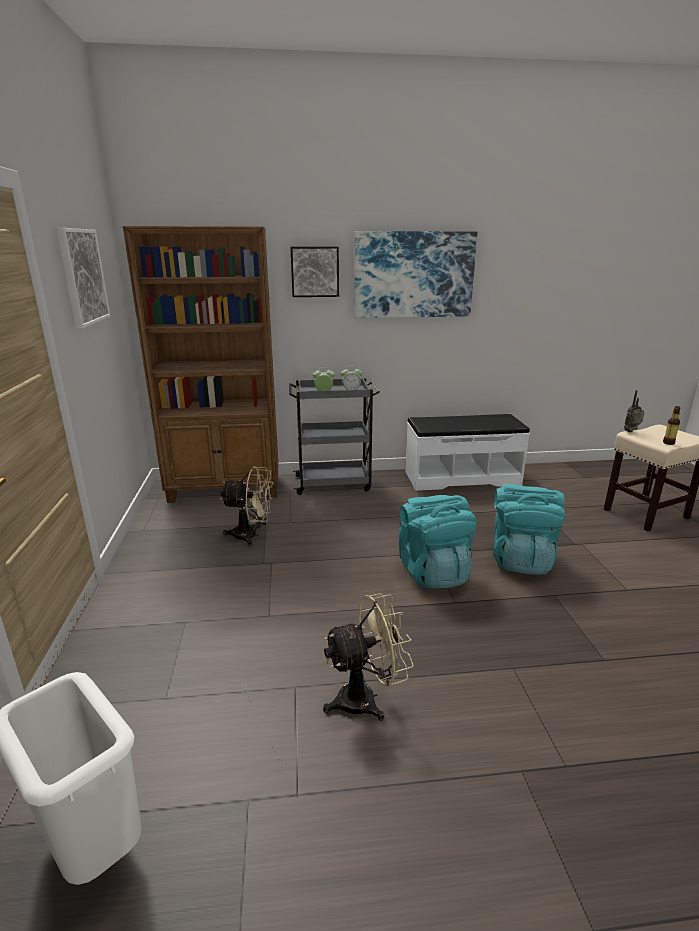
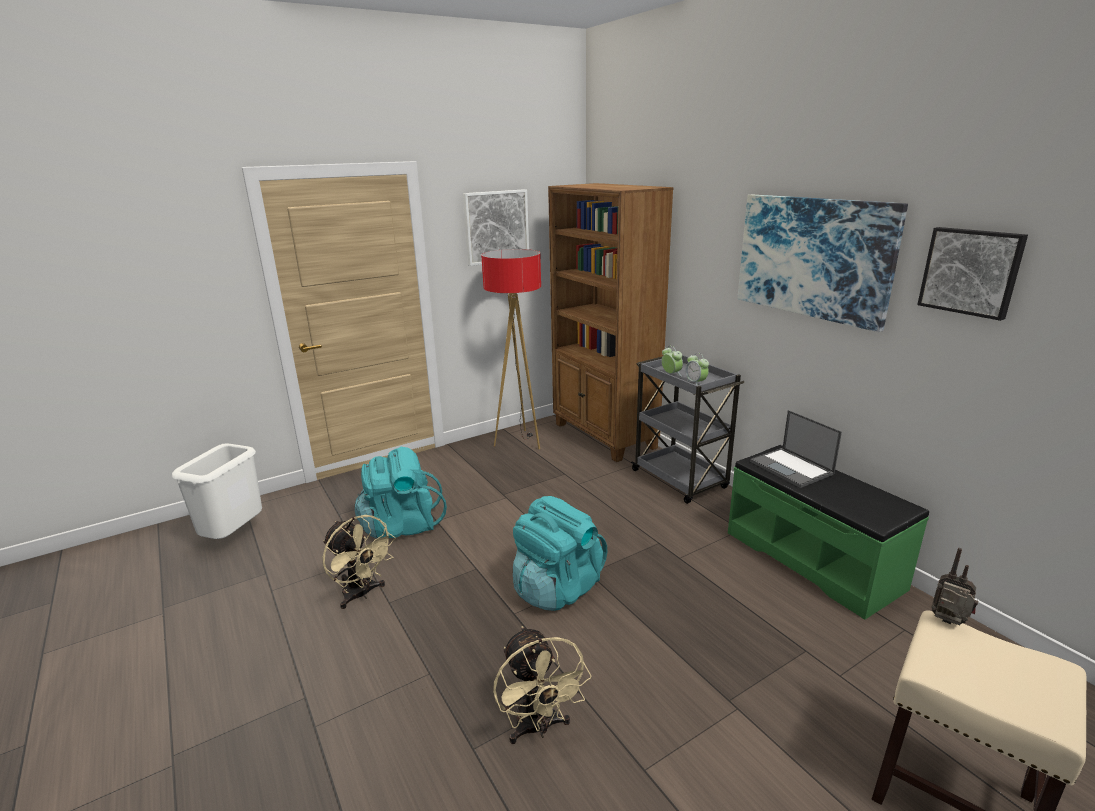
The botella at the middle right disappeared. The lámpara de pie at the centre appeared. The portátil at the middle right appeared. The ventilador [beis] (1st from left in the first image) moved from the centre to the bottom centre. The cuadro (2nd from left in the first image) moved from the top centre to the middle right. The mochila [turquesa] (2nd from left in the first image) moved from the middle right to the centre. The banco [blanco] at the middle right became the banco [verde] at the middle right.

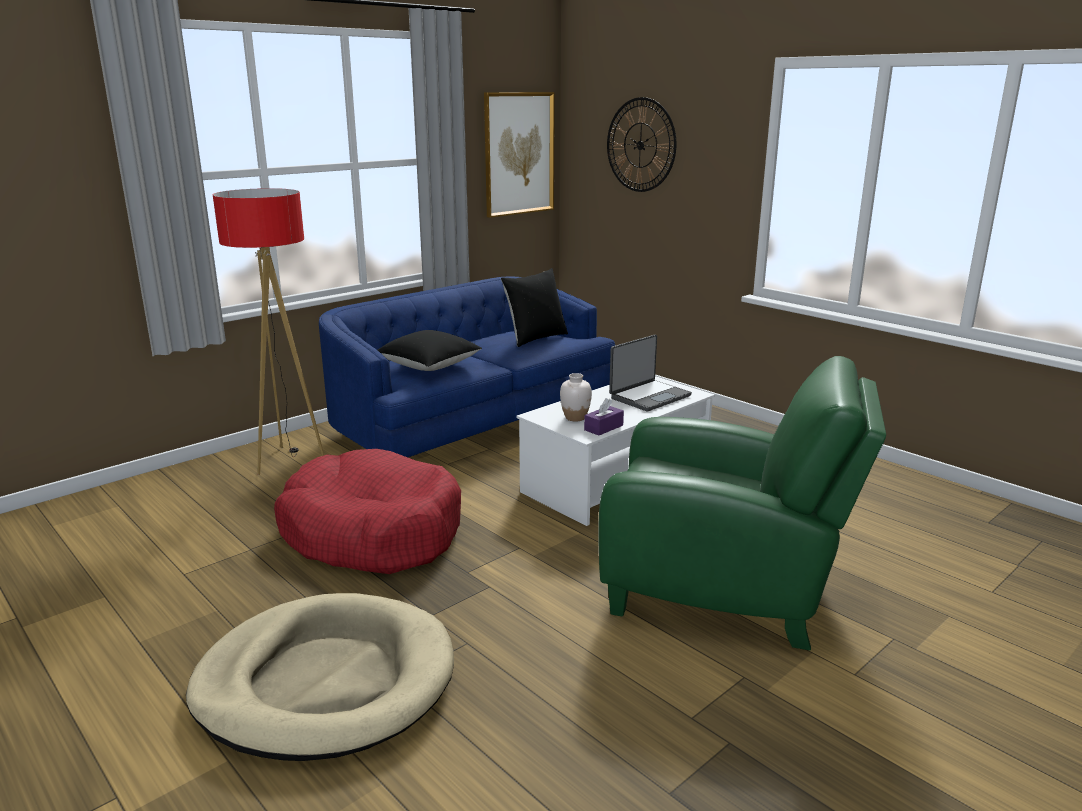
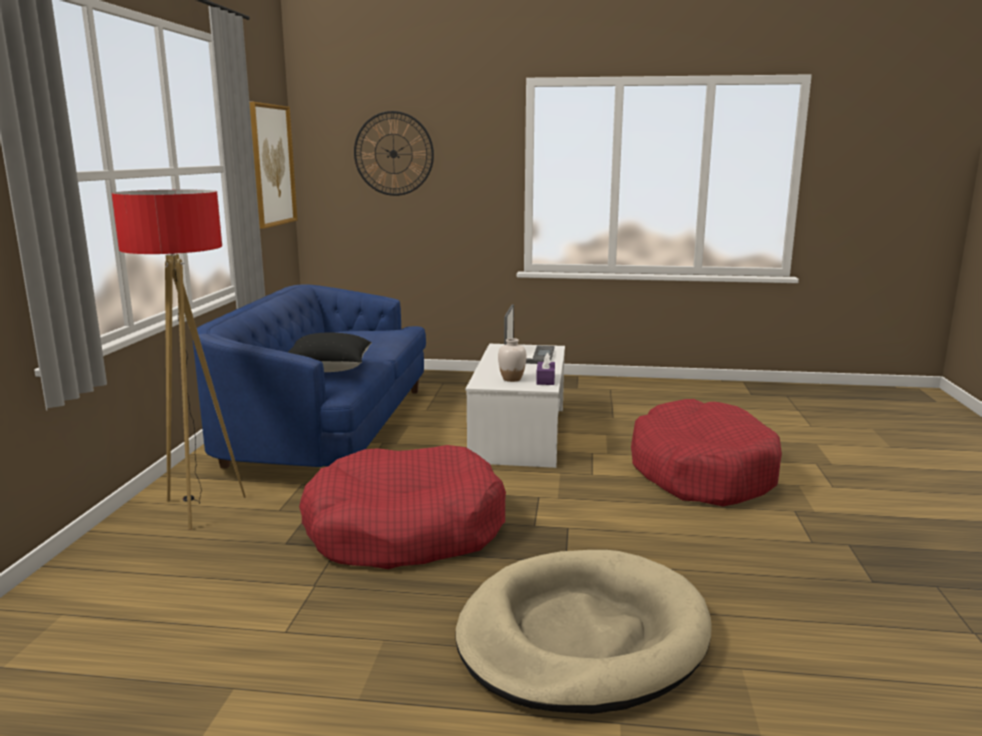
The cojín [negro] (2nd from left) at the centre disappeared. The sillón [verde] at the middle right was replaced by the cama para perro [rojo] (2nd from left) at the middle right.

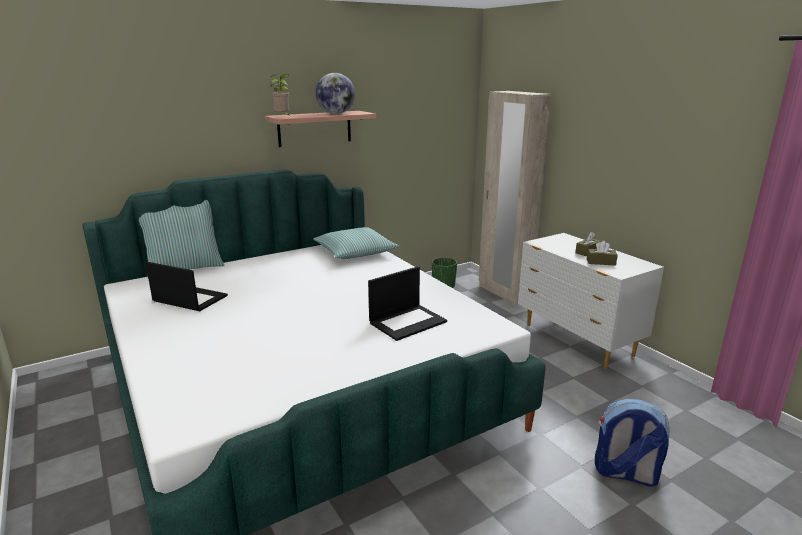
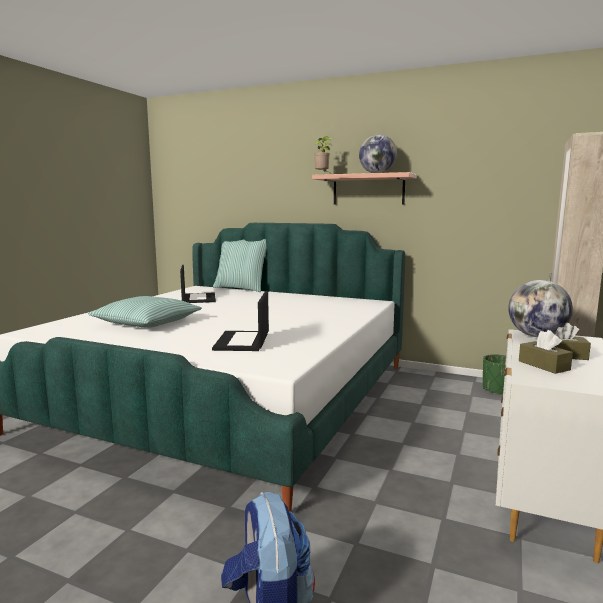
The globo terráqueo (2nd from left) at the middle right appeared. The cojín (2nd from left in the first image) moved from the centre to the middle left. The portátil (2nd from left) at the centre turned 75 degrees clockwise.

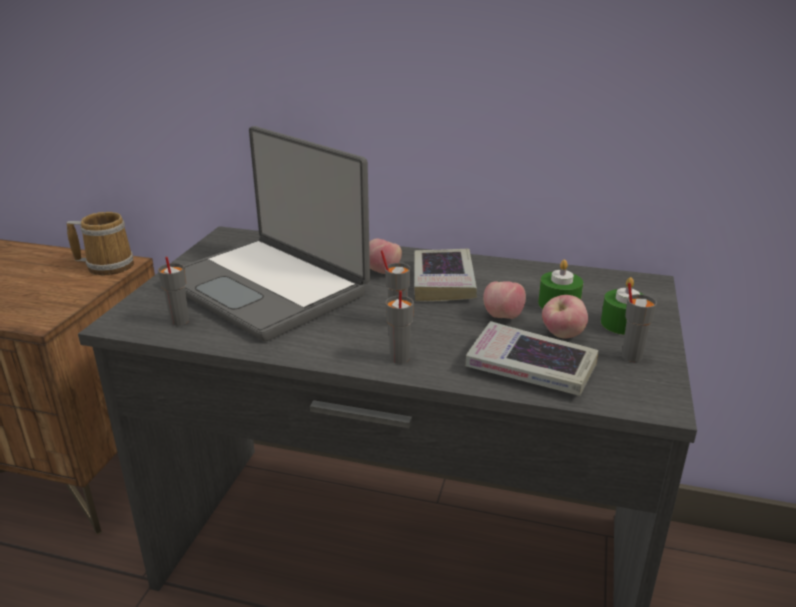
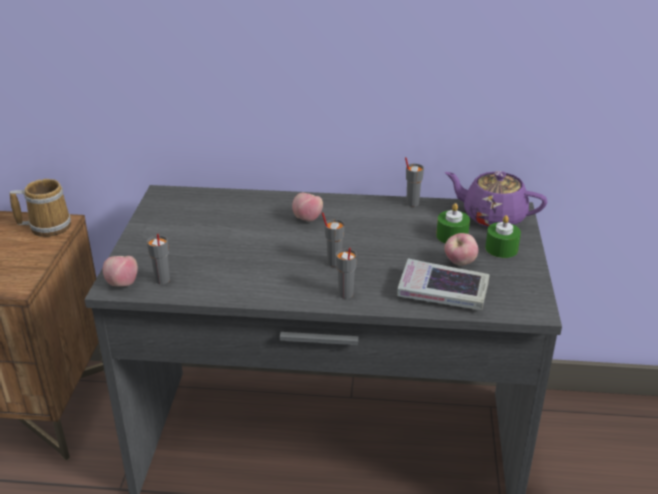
The portátil at the centre disappeared. The libro (1st from left) at the centre disappeared. The tetera [morado] at the middle right appeared. The manzana (2nd from left in the first image) moved from the centre to the middle left. The taza [gris] (4th from left) moved from the middle right to the centre.

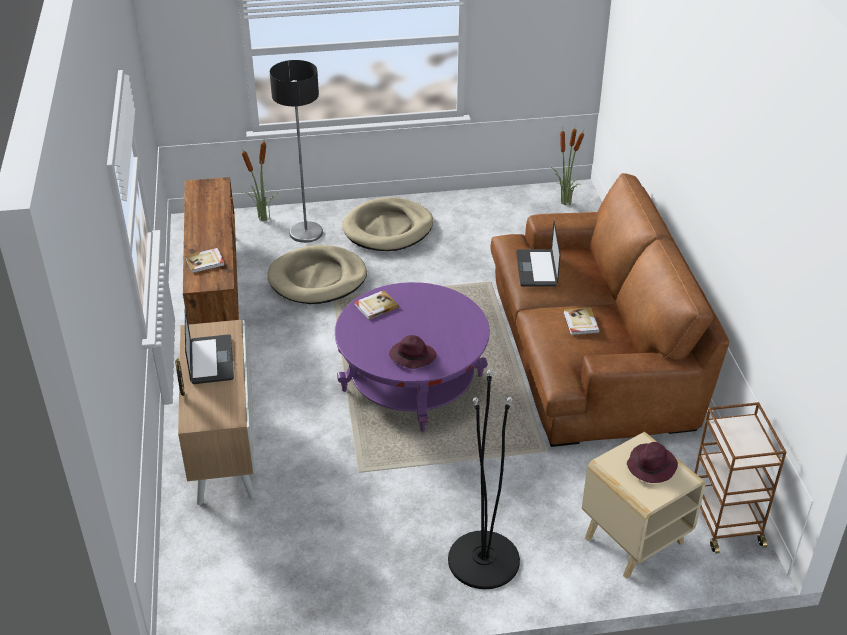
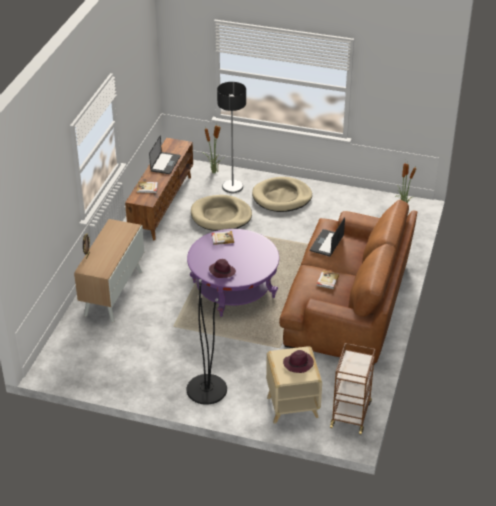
The portátil (1st from left) moved from the middle left to the top left.

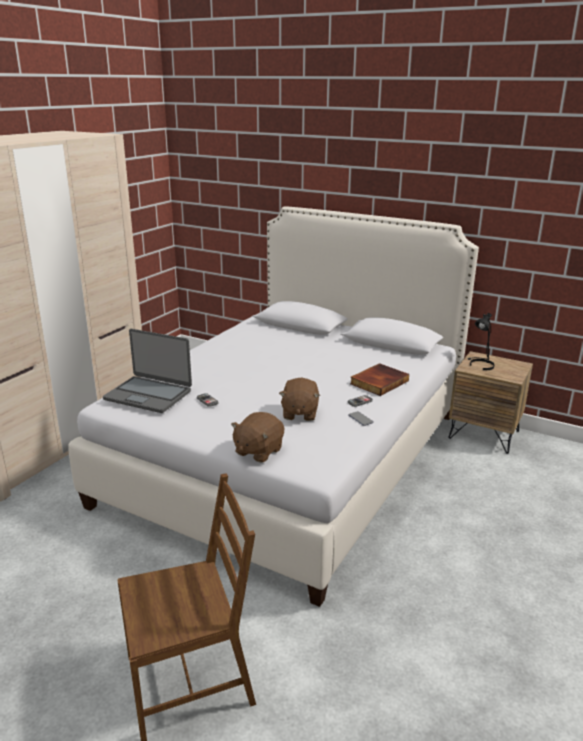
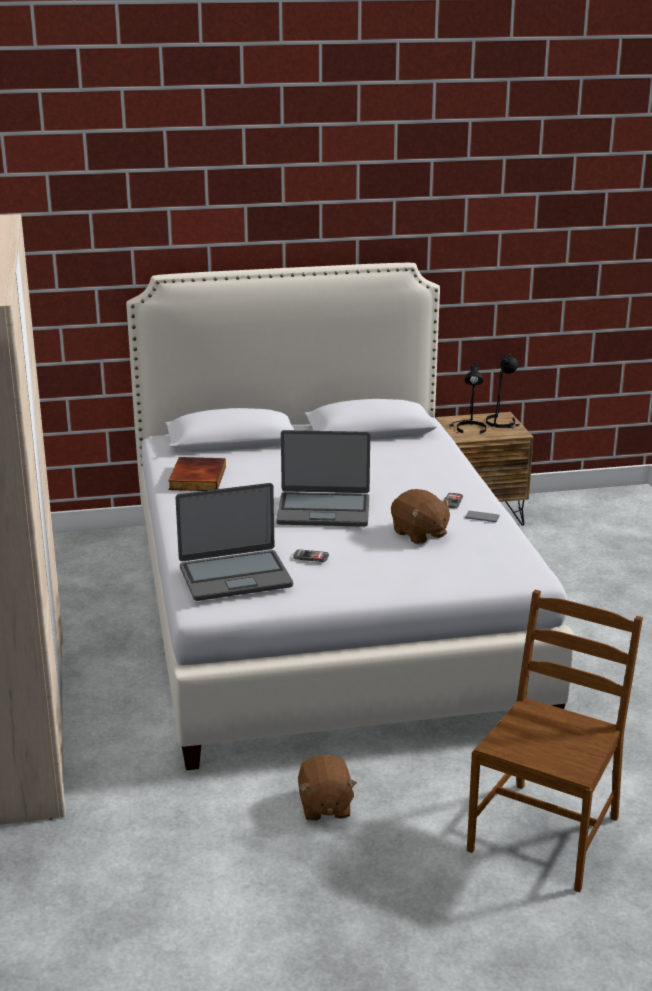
The portátil (2nd from left) at the centre appeared. The lámpara de mesa [negro] (2nd from left) at the middle right appeared. The peluche [marrón] (1st from left) moved from the centre to the bottom centre. The libro moved from the centre to the middle left.

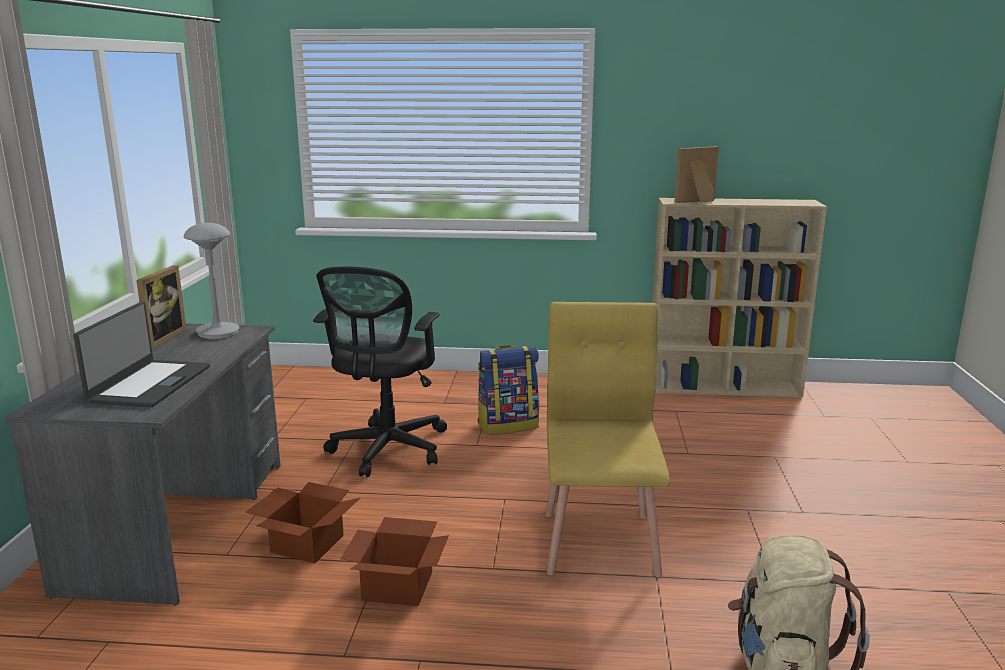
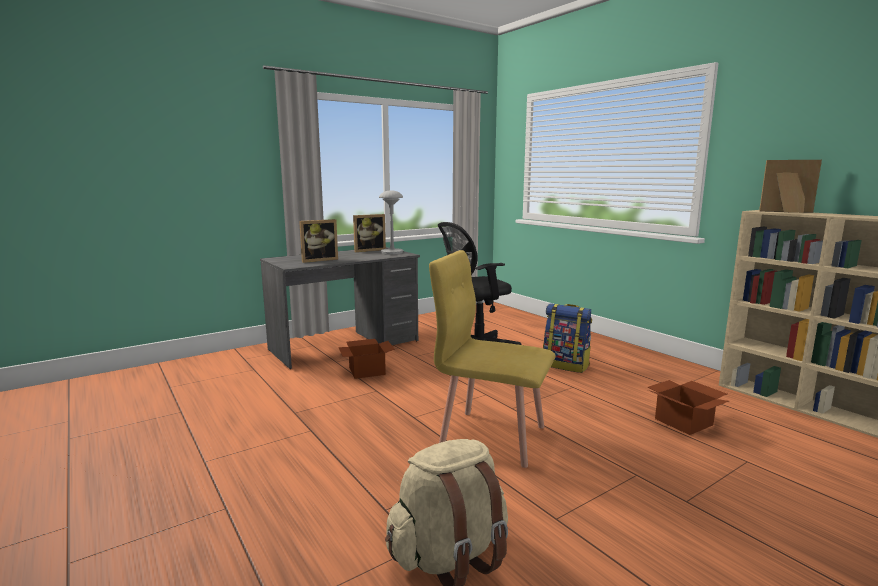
The caja de cartón (2nd from left) moved from the bottom centre to the bottom right. The portátil at the middle left was replaced by the portarretratos (1st from left) at the centre. The silla [amarillo] at the centre turned 120 degrees counterclockwise.

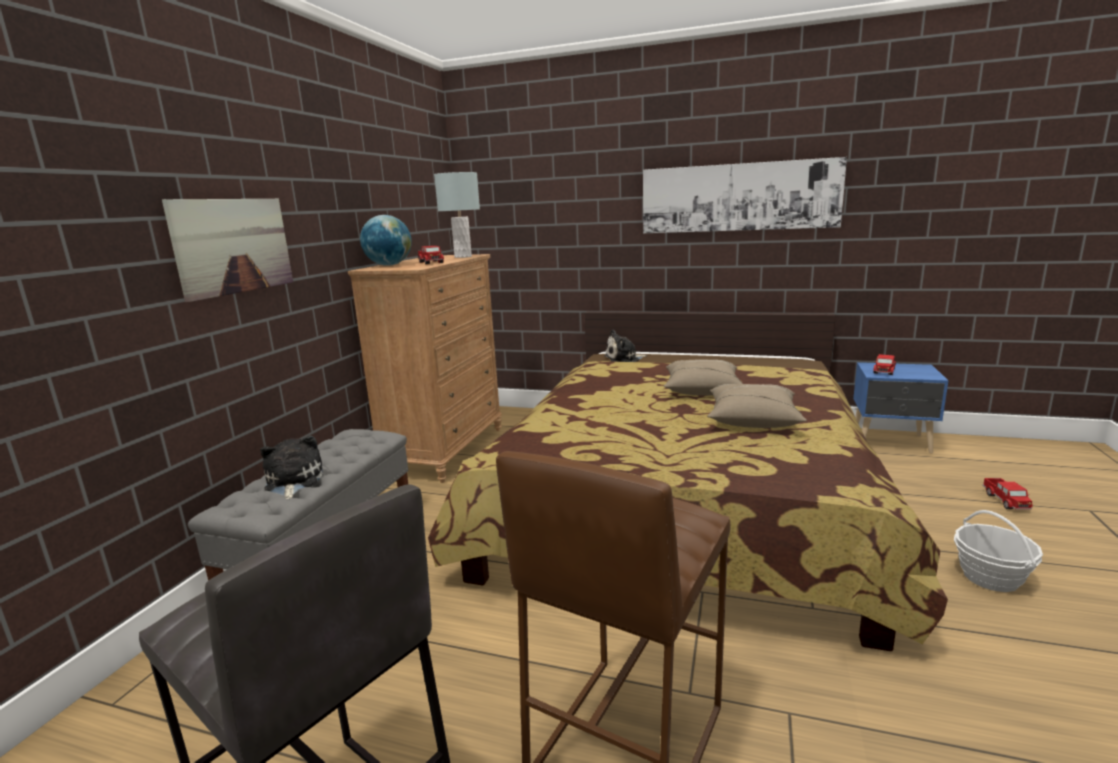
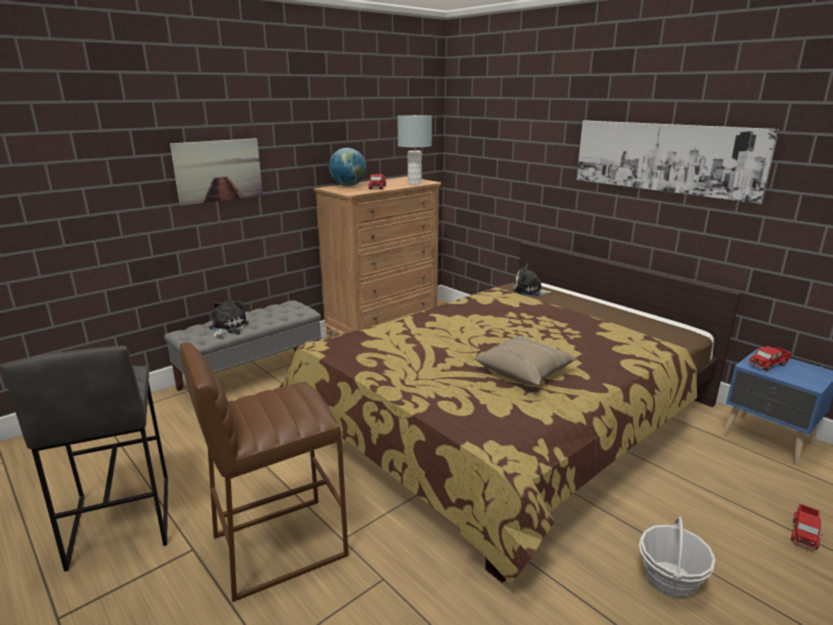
The cojín [beis] (1st from left) at the centre disappeared.

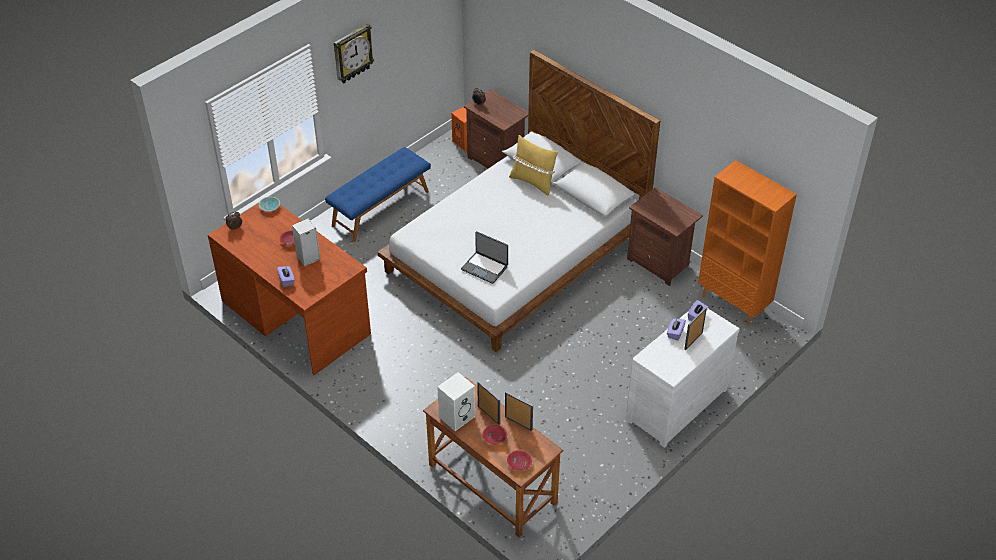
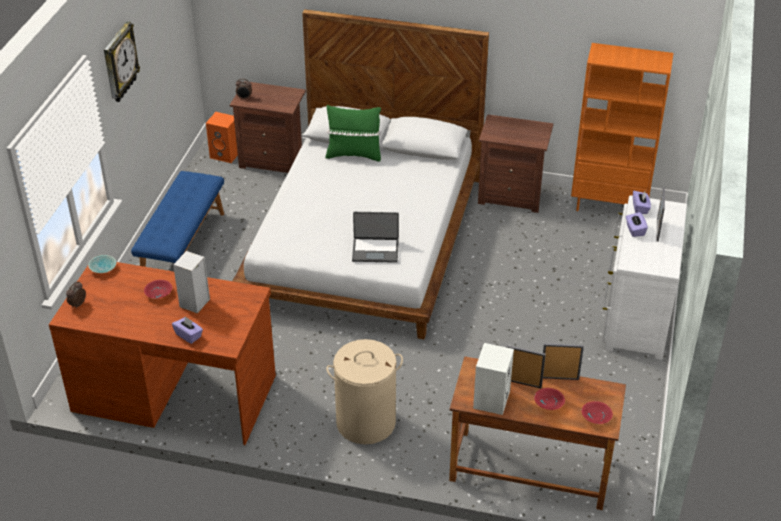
The cesto de la ropa [beis] at the bottom centre appeared. The cojín [amarillo] at the top centre became the cojín [verde] at the top centre.

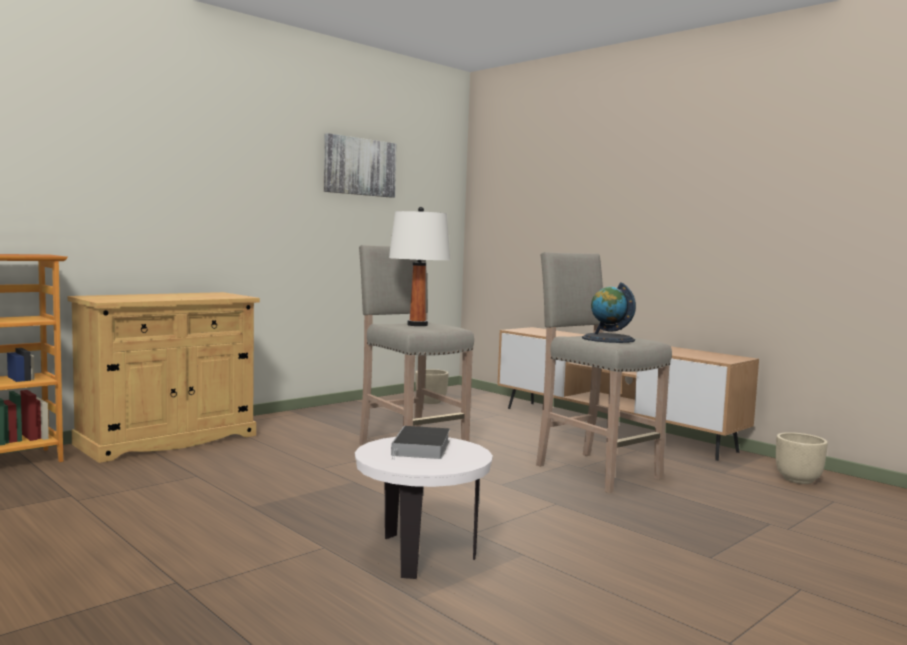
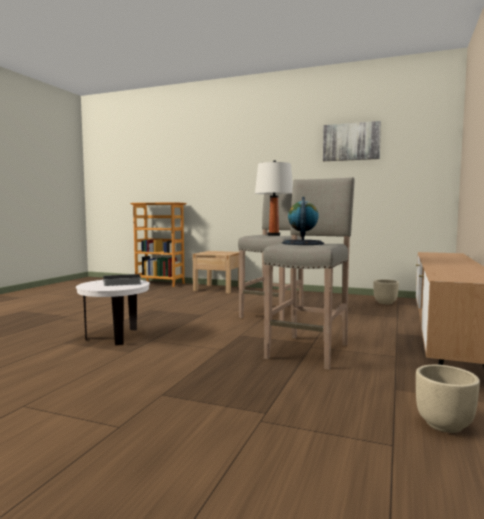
The armario [beis] at the middle left was replaced by the mesita de noche [beis] at the centre.

